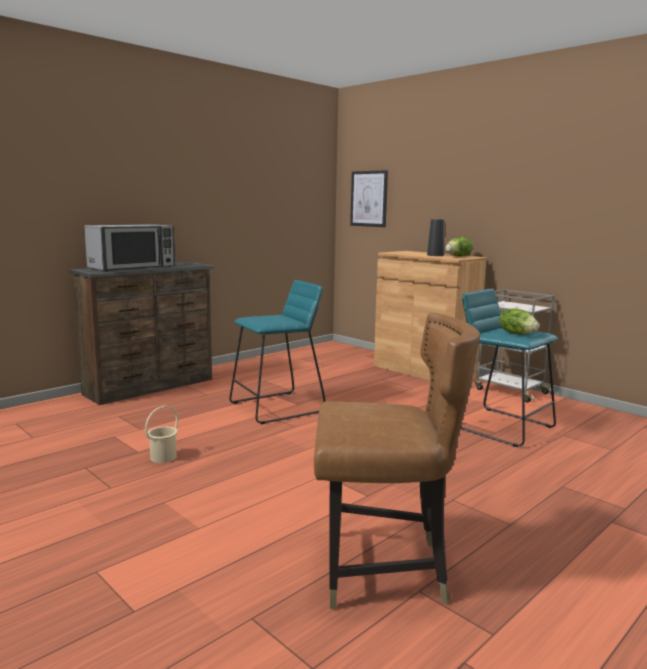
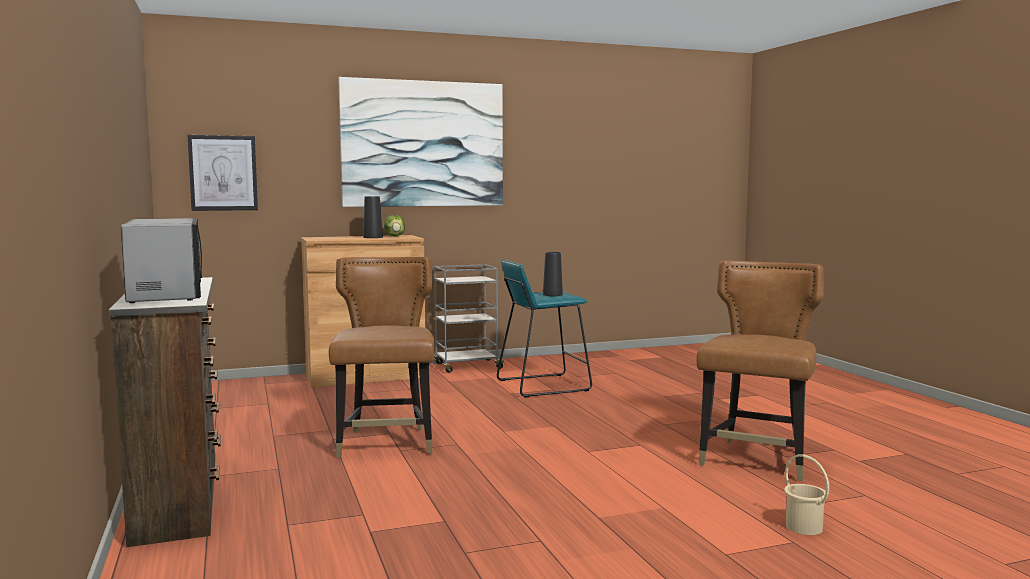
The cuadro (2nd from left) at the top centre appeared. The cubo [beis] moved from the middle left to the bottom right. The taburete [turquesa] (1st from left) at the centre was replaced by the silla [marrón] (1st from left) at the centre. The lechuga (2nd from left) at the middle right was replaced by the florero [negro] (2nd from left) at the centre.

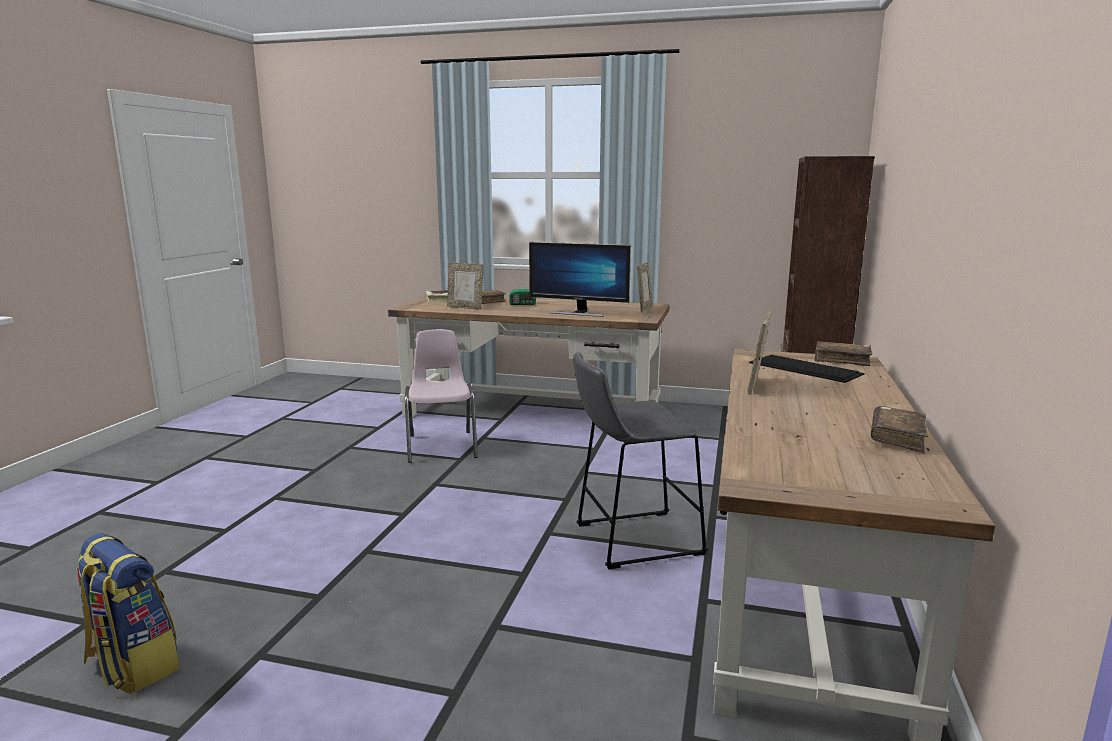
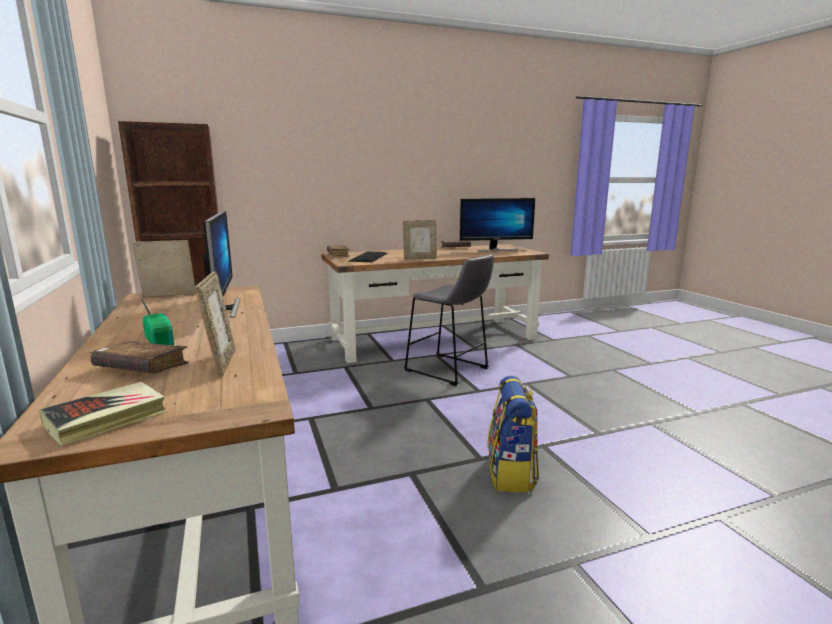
The silla [rosa] at the centre disappeared. The monitor (2nd from left) at the centre appeared. The mochila moved from the bottom left to the bottom centre.

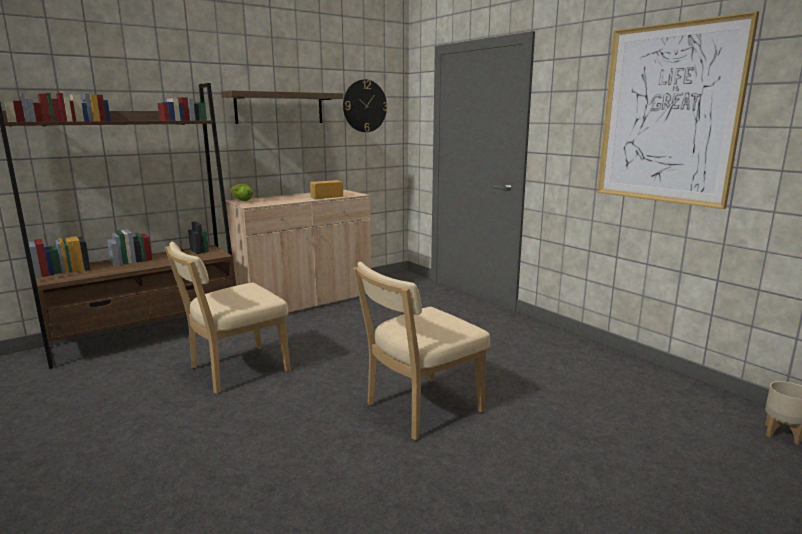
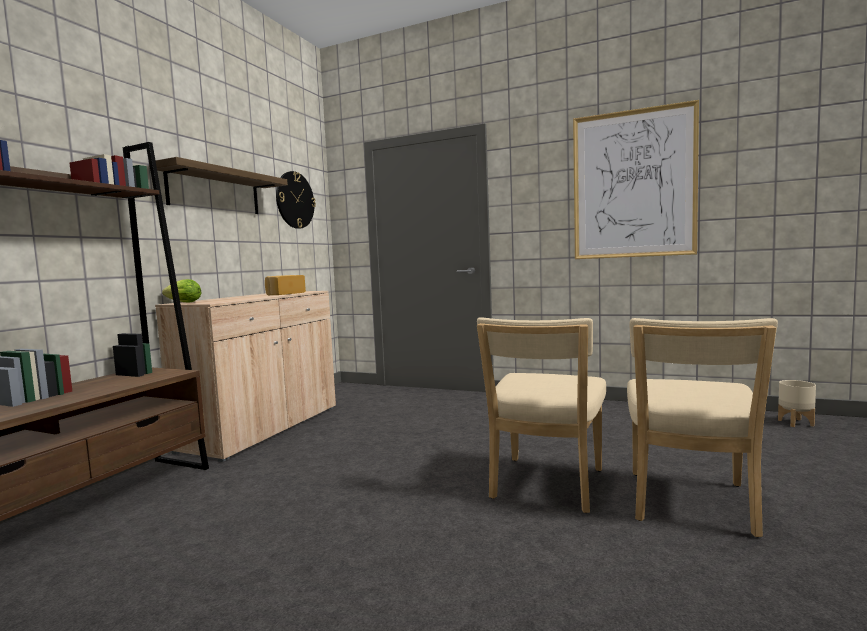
The silla [beis] (1st from left in the first image) moved from the middle left to the bottom right.

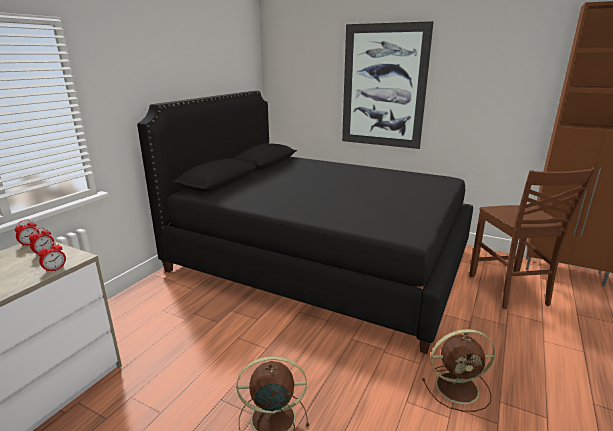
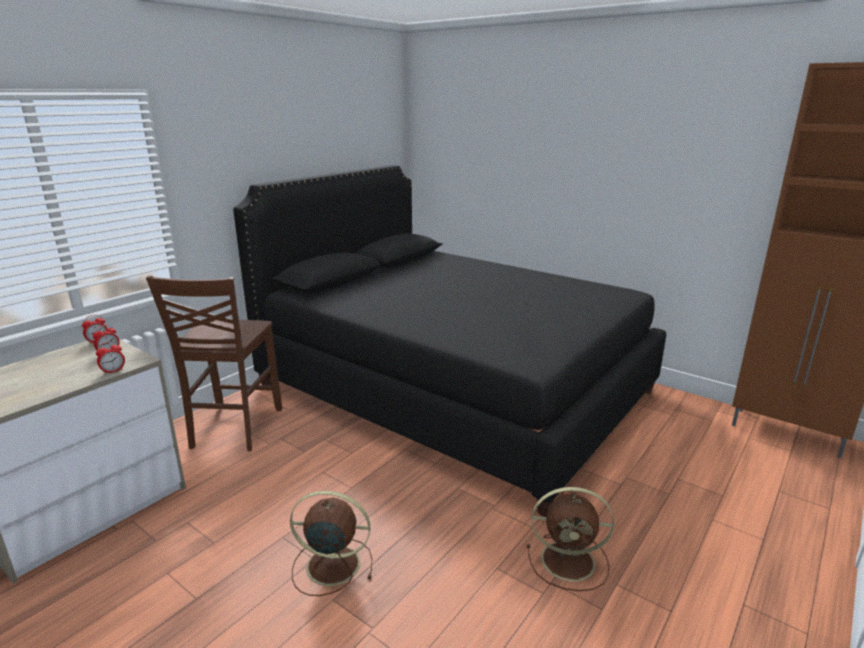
The cuadro at the top centre disappeared. The silla [marrón] moved from the middle right to the middle left.

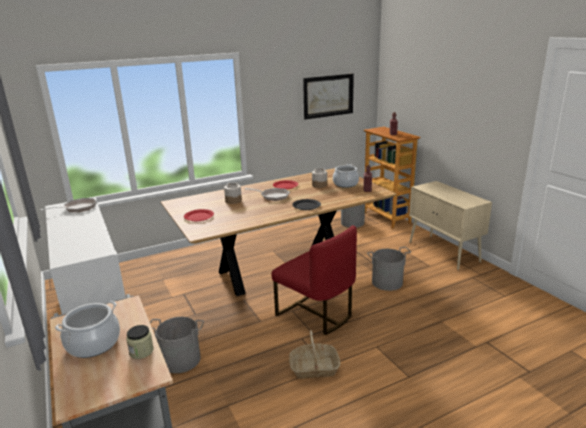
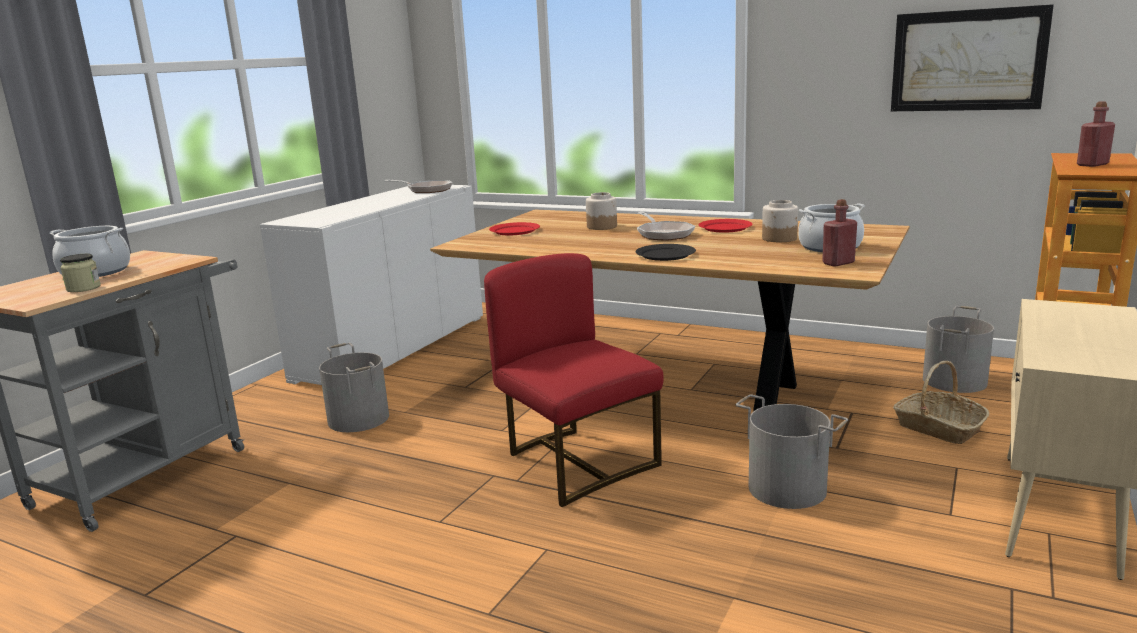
The cesta moved from the bottom centre to the middle right. The silla [rojo] at the centre turned 135 degrees clockwise.

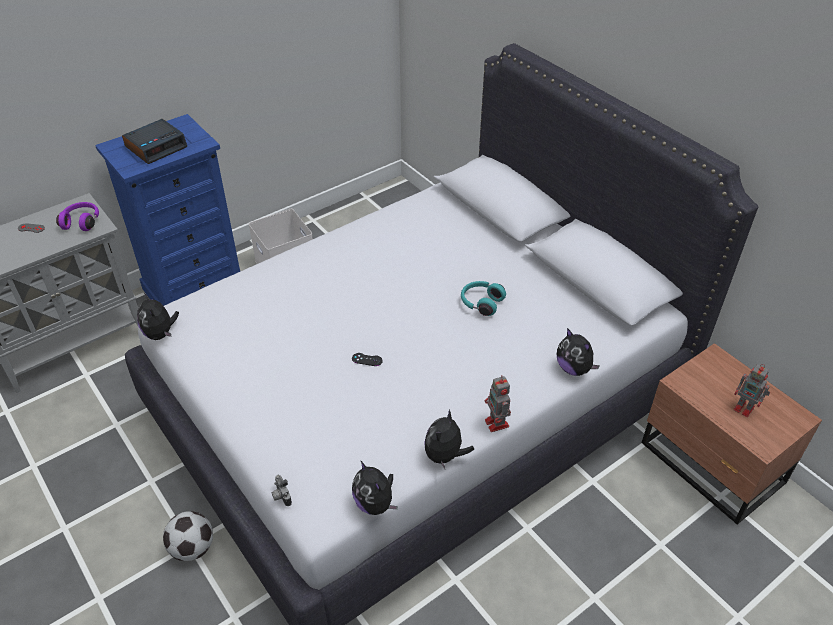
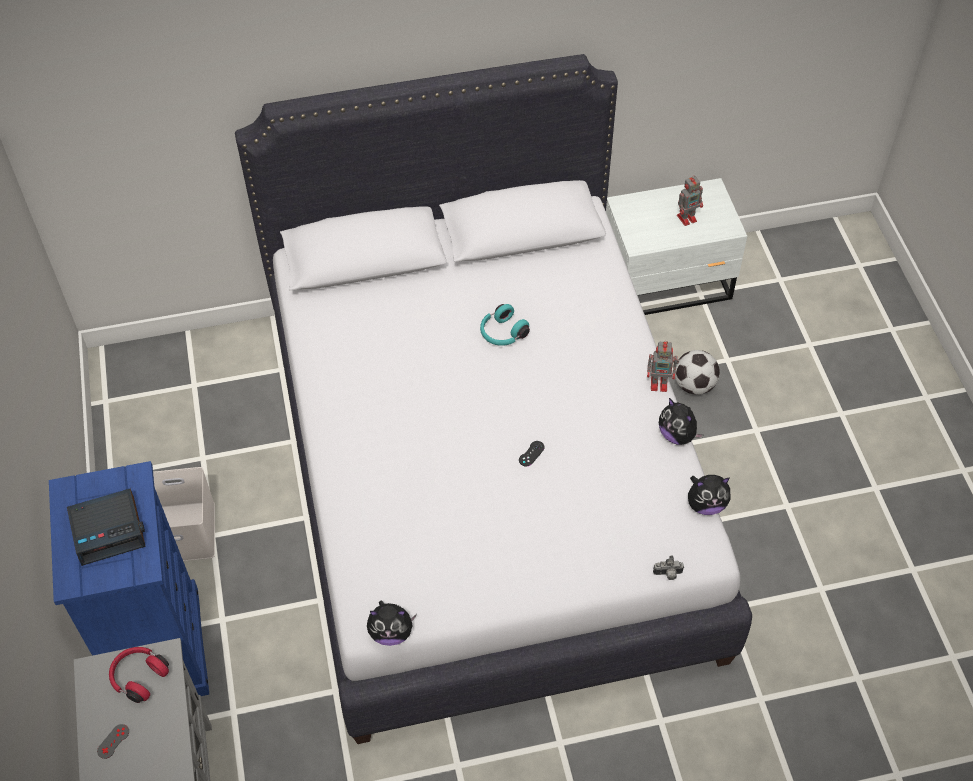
The peluche (4th from left) at the middle right disappeared. The balón de fútbol moved from the bottom left to the middle right. The auriculares [morado] at the middle left became the auriculares [rojo] at the bottom left. The mesita de noche [marrón] at the bottom right became the mesita de noche [blanco] at the top right. The despertador at the top left turned 90 degrees clockwise.

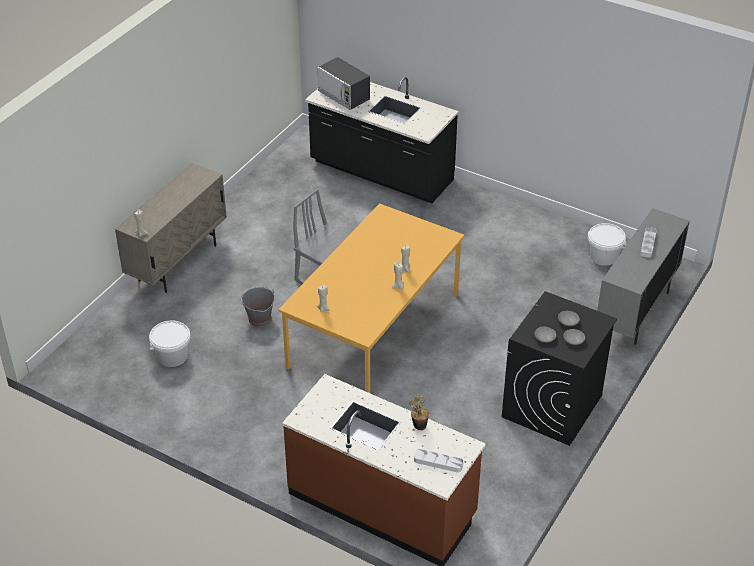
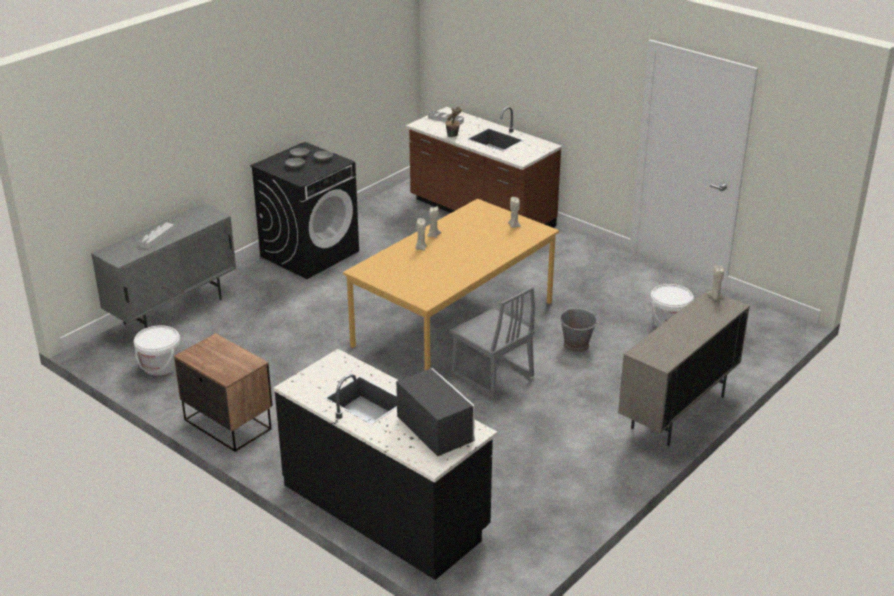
The mesita de noche at the middle left appeared.

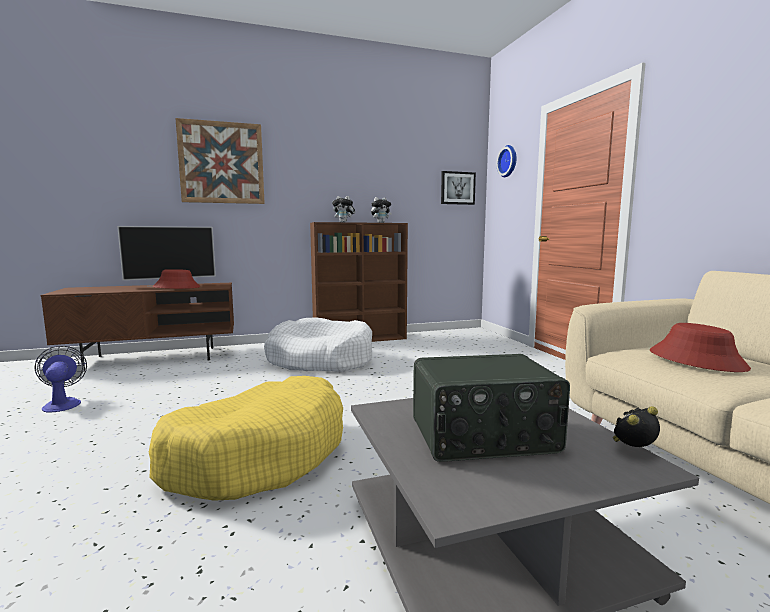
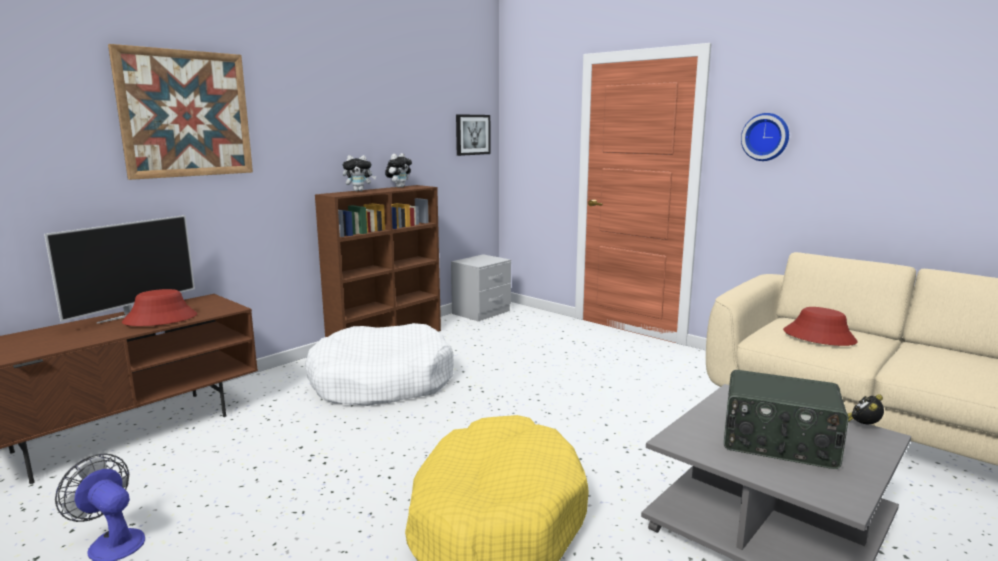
The mesita de noche [gris] at the centre appeared. The reloj de pared moved from the top centre to the top right. The radio at the bottom centre turned 60 degrees clockwise.

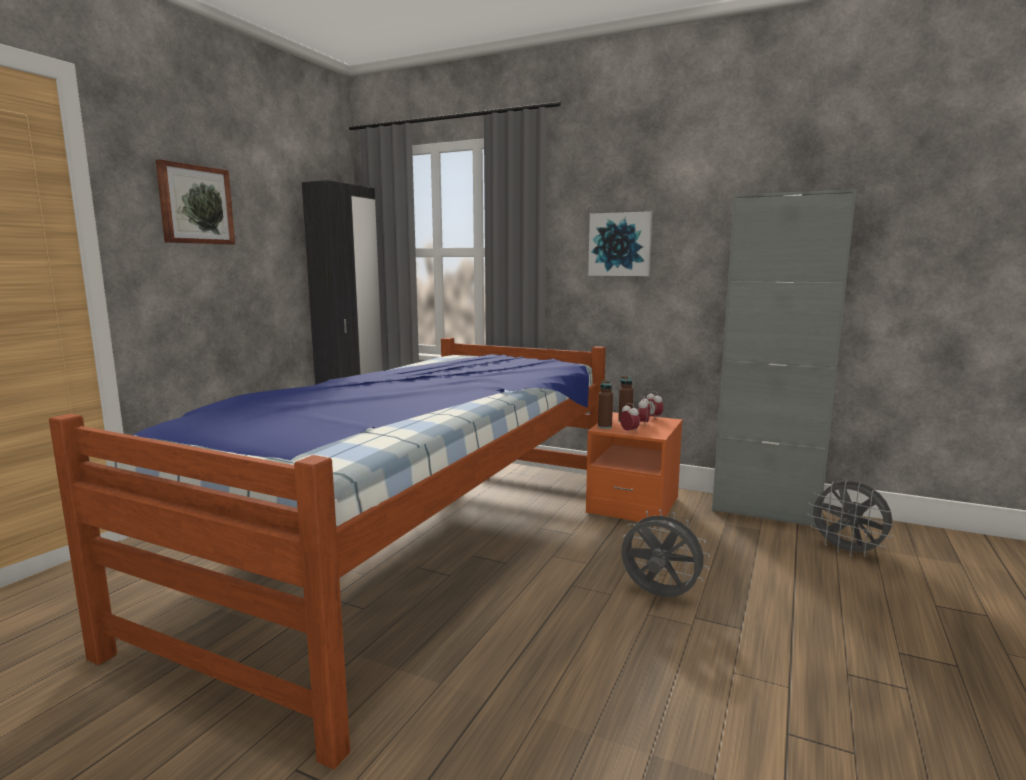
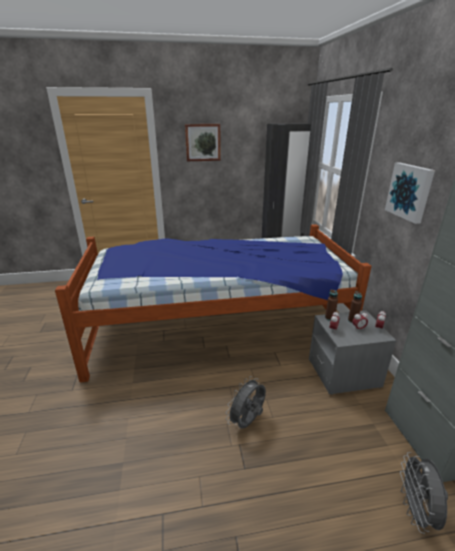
The mesita de noche [naranja] at the centre became the mesita de noche [gris] at the middle right. The ventilador [gris] (1st from left) at the bottom centre turned 135 degrees counterclockwise.

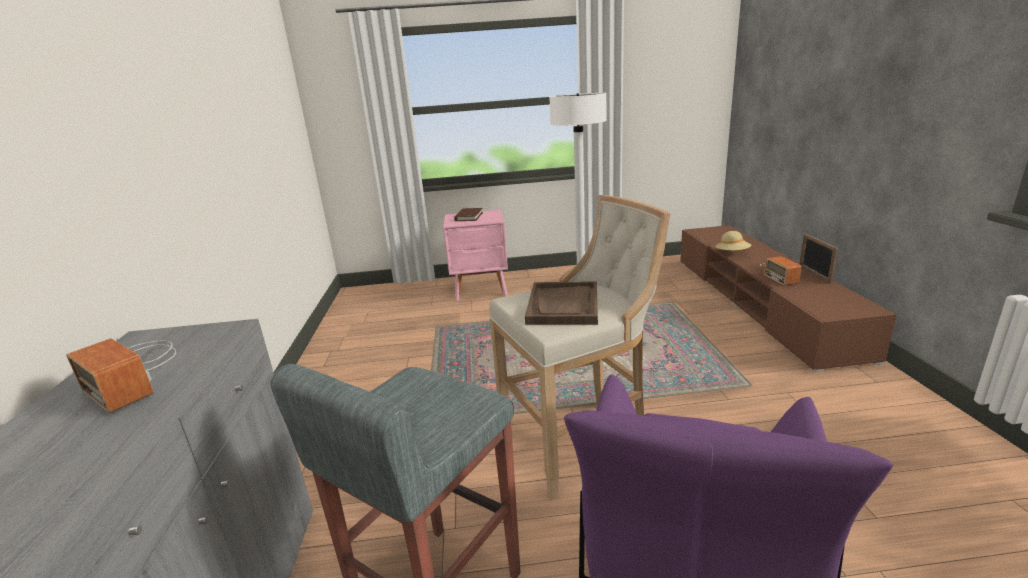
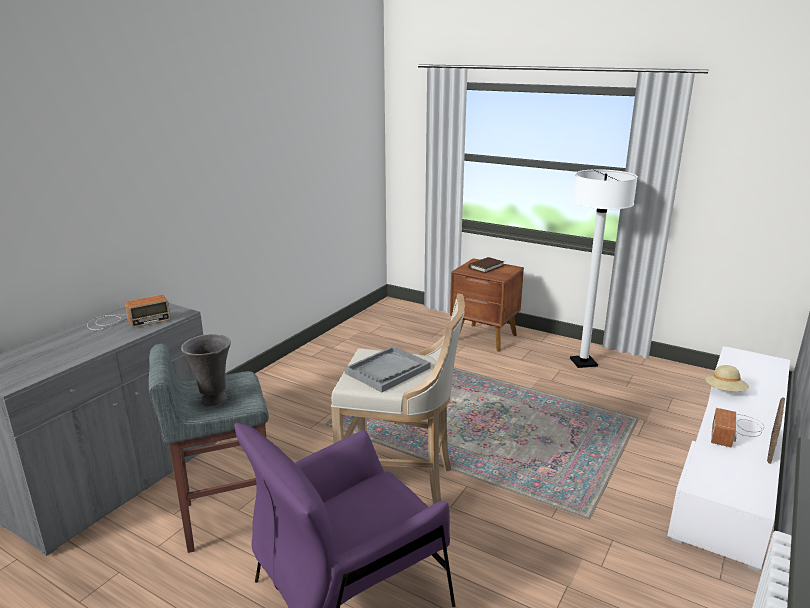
The florero [gris] at the middle left appeared. The mesita de noche [rosa] at the centre became the mesita de noche [marrón] at the centre. The bandeja [marrón] at the centre became the bandeja [gris] at the centre. The mueble de televisión [marrón] at the middle right became the mueble de televisión [blanco] at the bottom right. The radio (1st from left) at the middle left turned 105 degrees counterclockwise.

